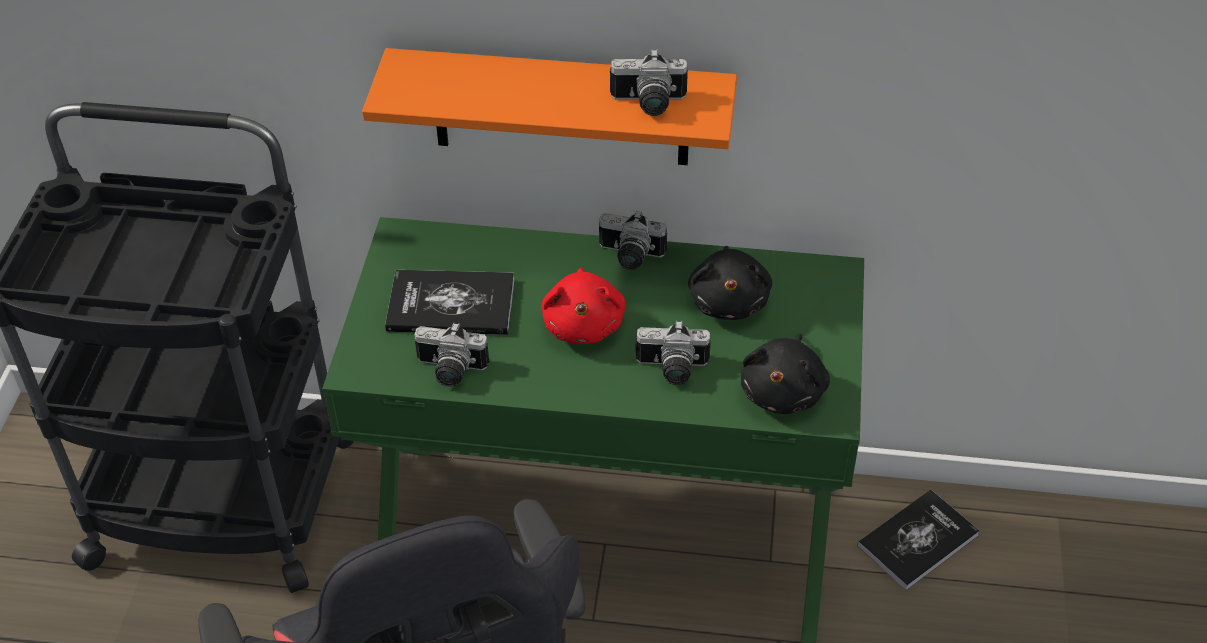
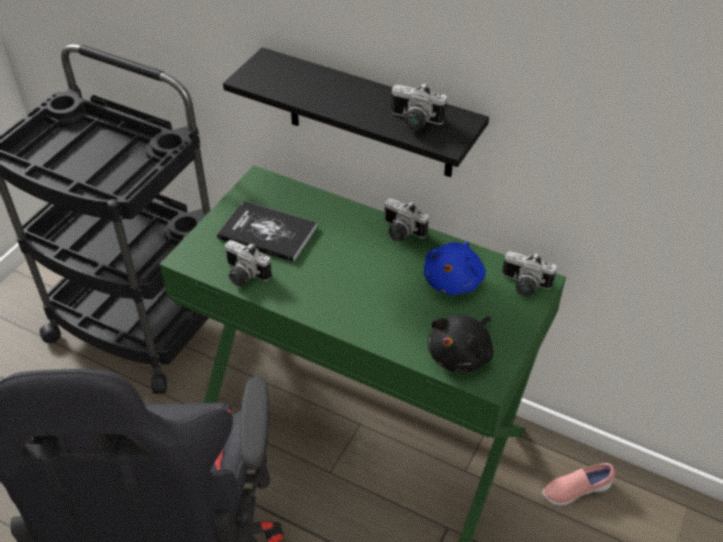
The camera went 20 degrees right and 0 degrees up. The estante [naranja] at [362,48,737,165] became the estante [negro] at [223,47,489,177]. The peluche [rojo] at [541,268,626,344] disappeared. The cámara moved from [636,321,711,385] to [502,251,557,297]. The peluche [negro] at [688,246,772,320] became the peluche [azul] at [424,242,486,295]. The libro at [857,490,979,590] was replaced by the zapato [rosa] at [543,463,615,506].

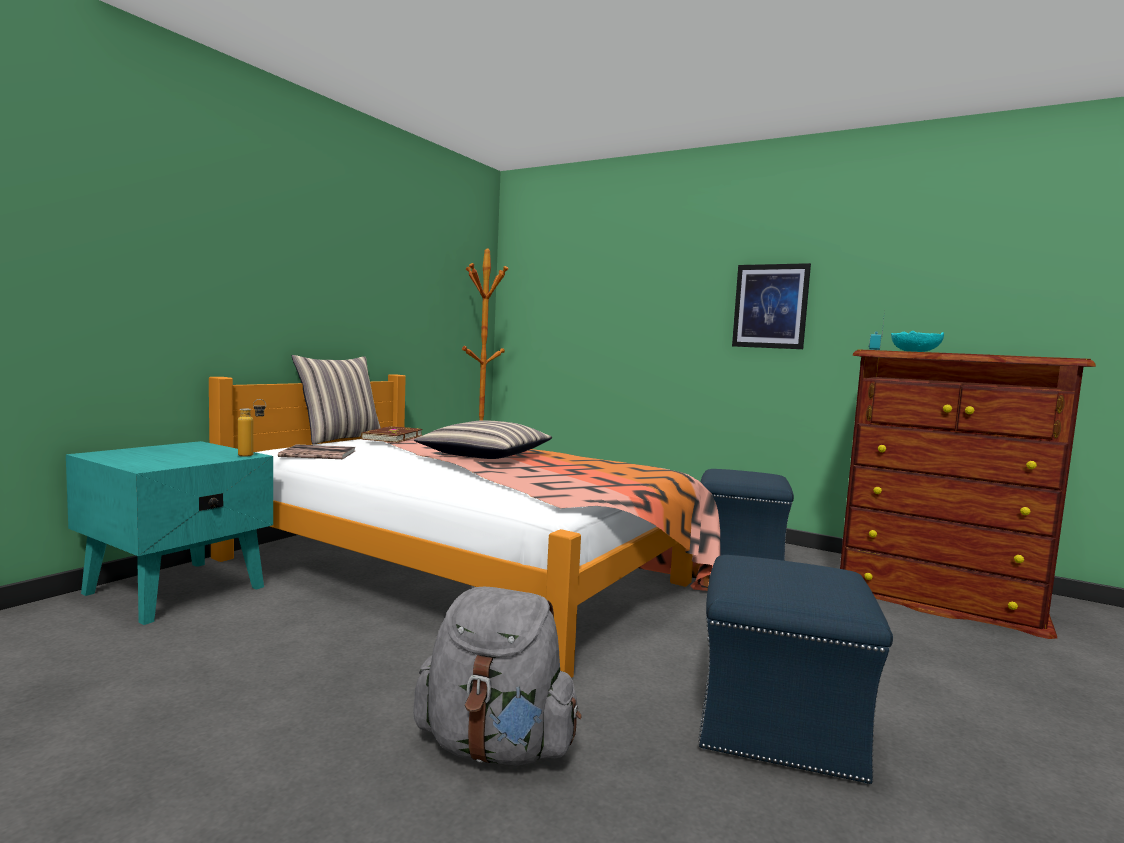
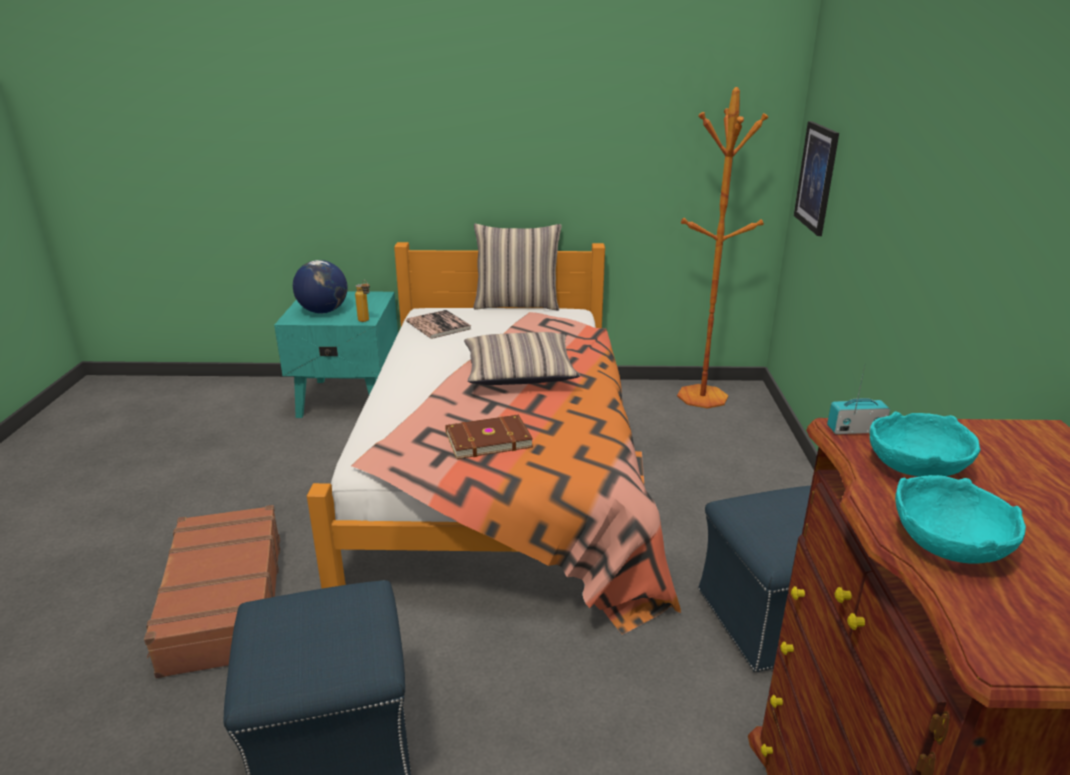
The camera went 60 degrees right and 20 degrees up. The libro [marrón] moved from [361,426,423,443] to [445,415,533,459]. The mochila [gris] at [413,587,581,766] was replaced by the maleta [marrón] at [144,505,280,678]. The cuadro moved from [732,263,811,349] to [794,121,839,236]. The globo terráqueo at [293,260,348,313] appeared. The cuenco [turquesa] at [895,475,1026,564] appeared.

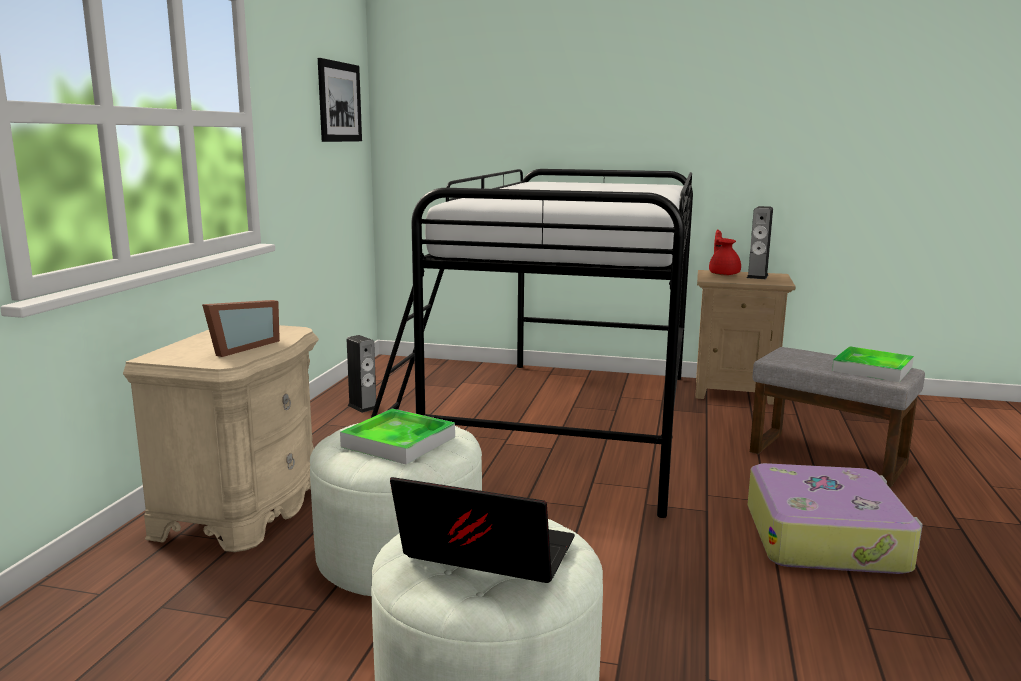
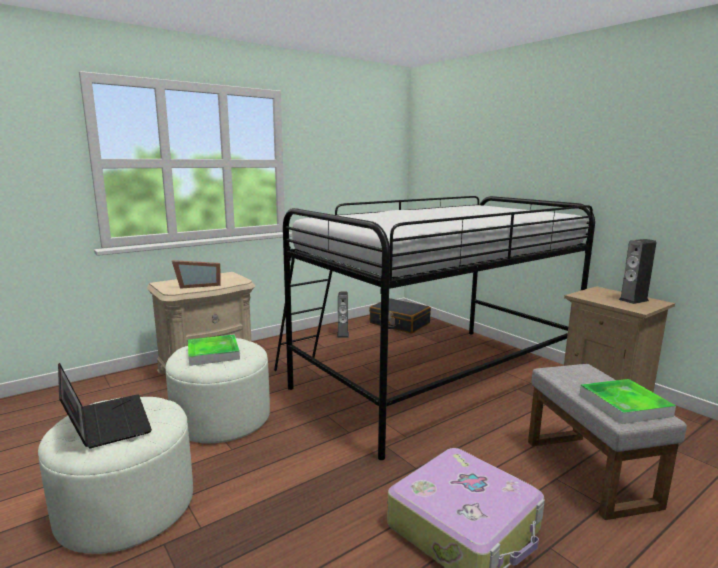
The camera went 40 degrees right and 0 degrees up. The cuadro at [318,58,362,142] disappeared. The tetera [rojo] at [709,230,741,275] disappeared. The maleta [negro] at [369,298,431,333] appeared.

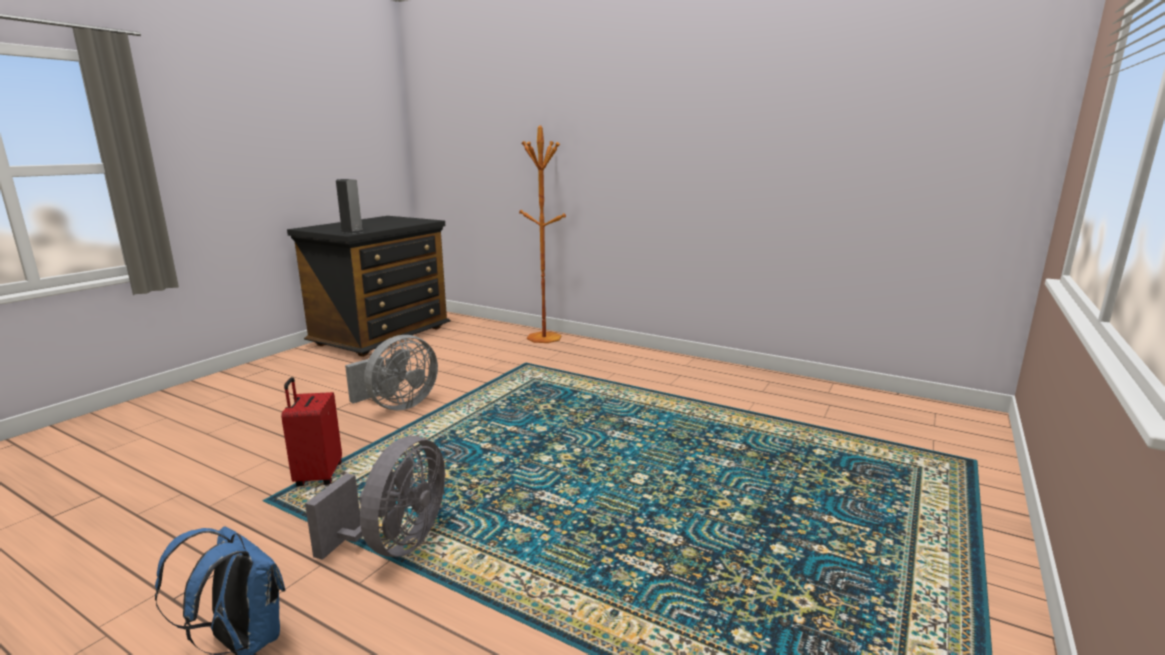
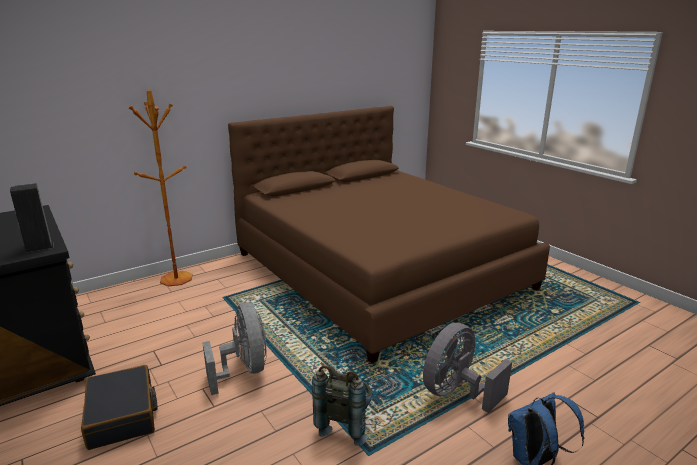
The camera went 65 degrees left and 5 degrees up. The maleta [rojo] at [281,377,342,486] was replaced by the mochila [gris] at [312,365,372,446]. The ventilador [gris] at [305,436,445,560] turned 90 degrees counterclockwise. The maleta [negro] at [81,365,157,450] appeared. The cama [marrón] at [228,106,550,364] appeared.

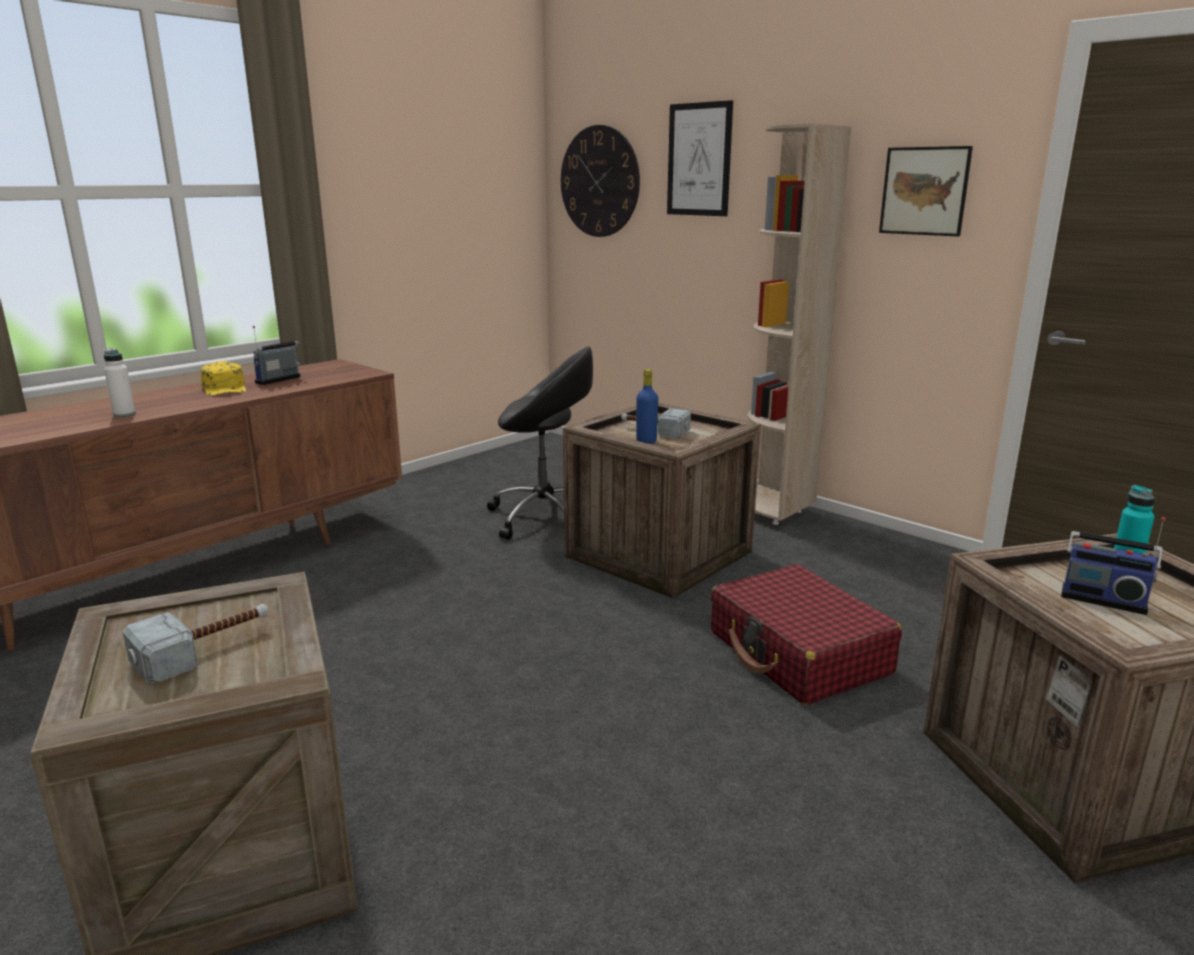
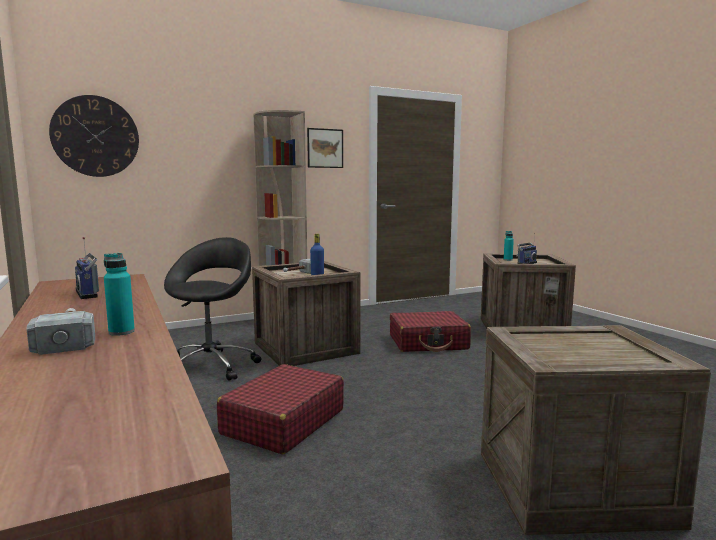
The camera went 70 degrees left and 10 degrees down. The botella [blanco] at [104,348,136,417] became the botella [turquesa] at [104,253,135,336]. The martillo moved from [123,604,269,683] to [27,308,95,355]. The gorra [amarillo] at [201,361,246,396] disappeared. The cuadro at [667,100,733,216] disappeared. The maleta [rojo] at [217,364,344,454] appeared.

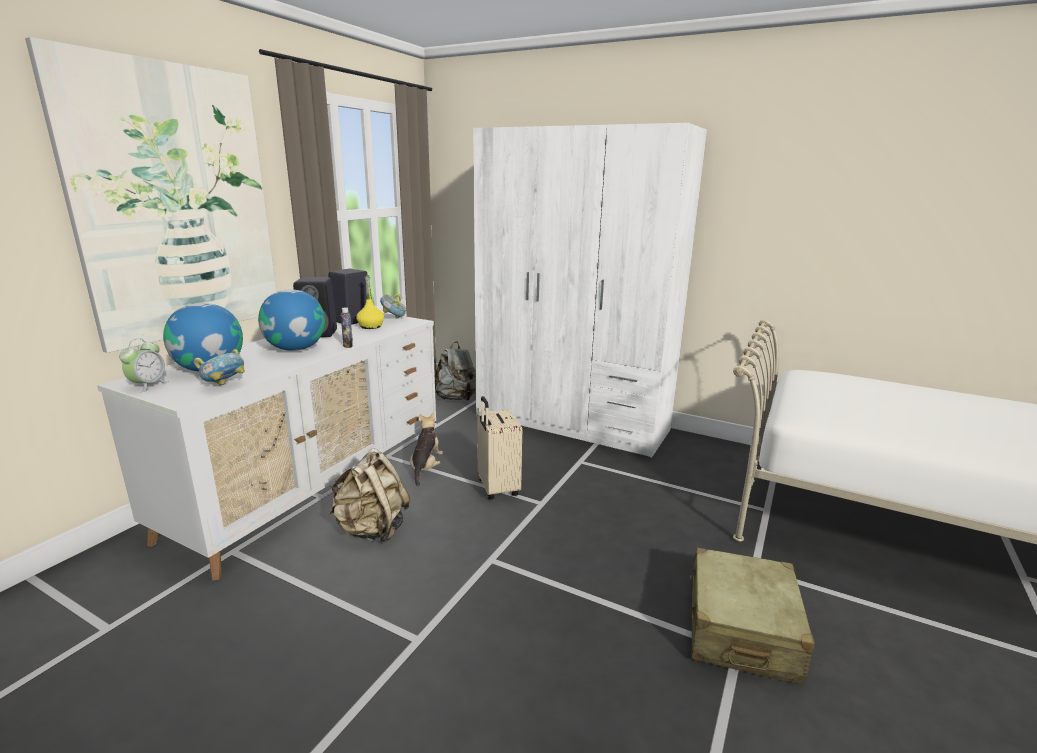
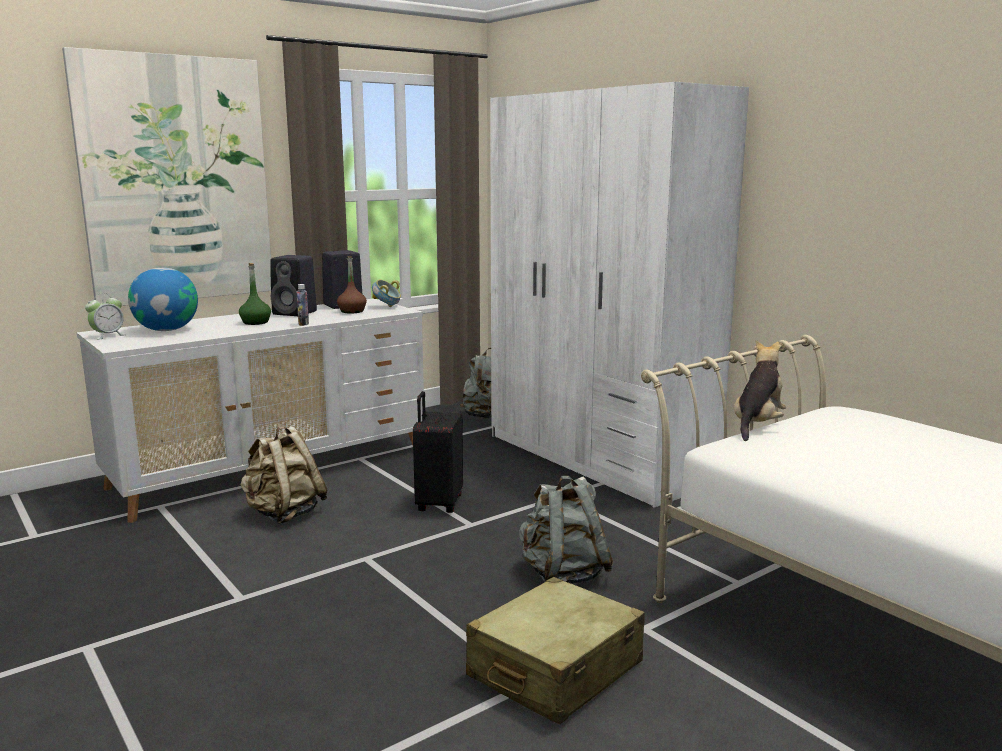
The camera went 25 degrees right and 5 degrees down. The cuenco at [194,349,245,385] disappeared. The globo terráqueo at [258,289,325,351] was replaced by the botella [verde] at [239,263,271,325]. The botella [amarillo] at [356,275,384,329] became the botella [marrón] at [337,256,367,314]. The peluche moved from [410,413,443,487] to [734,340,787,441]. The maleta [beis] at [477,396,522,499] became the maleta [negro] at [413,391,463,513]. The mochila [gris] at [519,476,614,584] appeared.

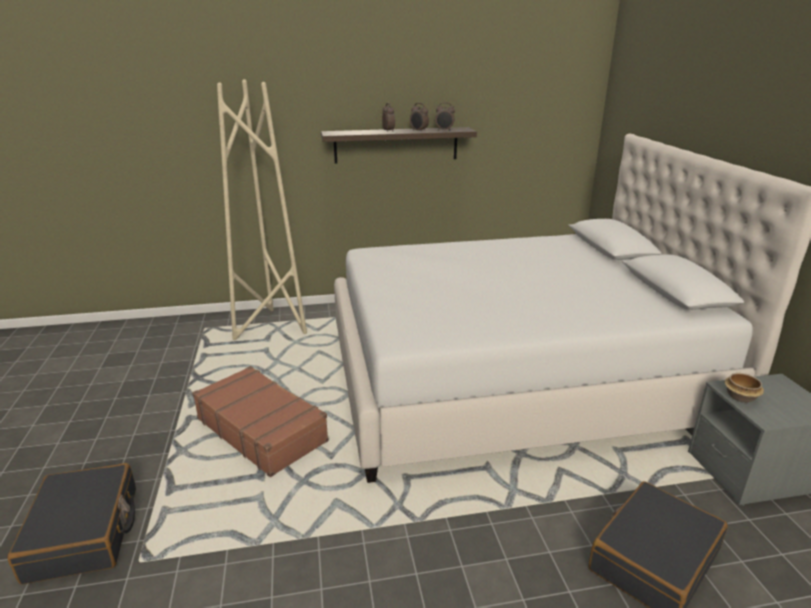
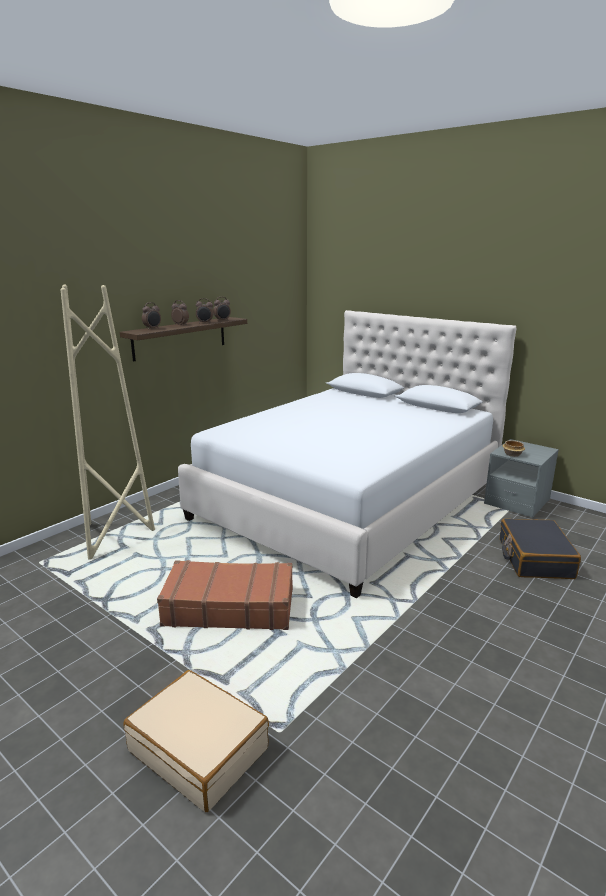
The camera went 40 degrees left and 5 degrees down. The maleta [negro] at [7,463,136,584] became the maleta [beis] at [124,670,269,812]. The despertador at [142,302,161,329] appeared.

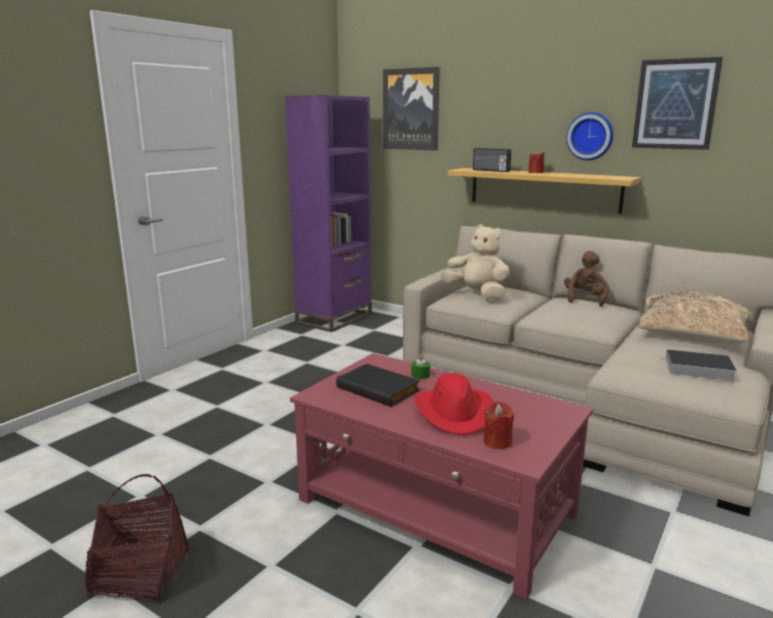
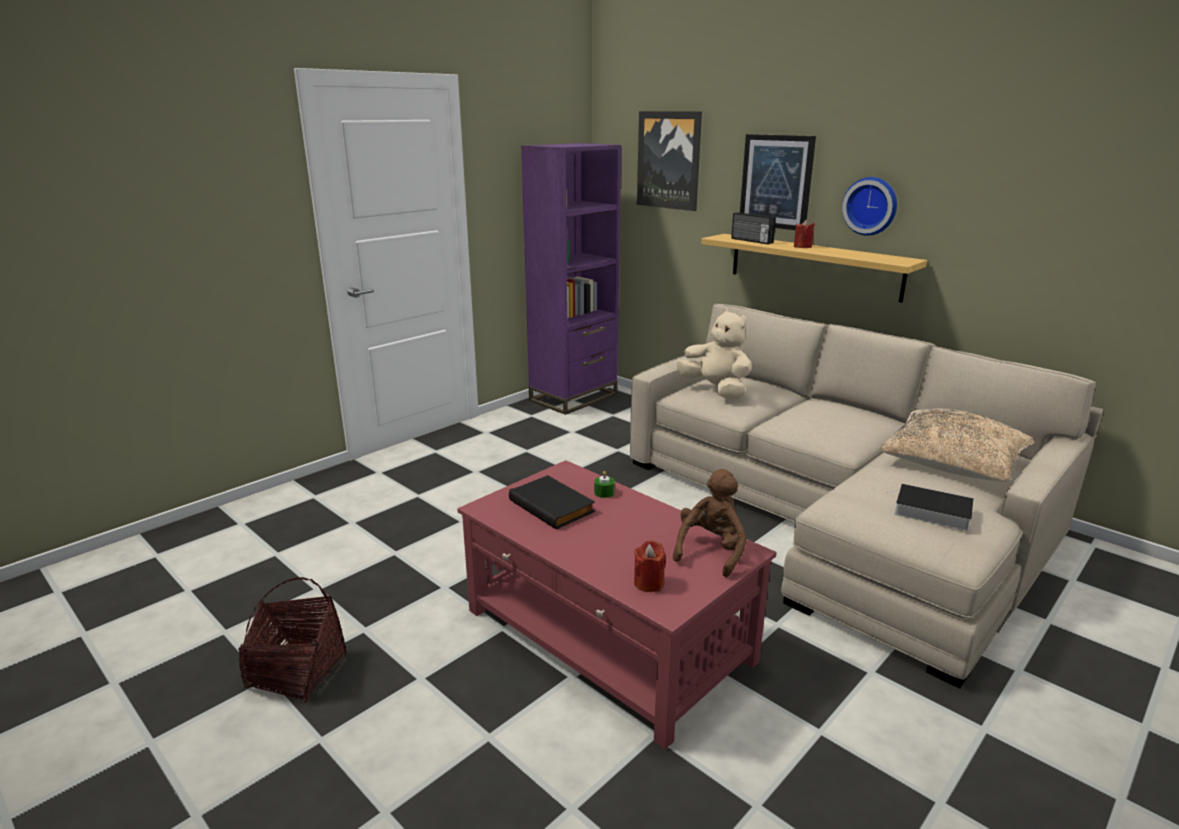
The camera went 10 degrees right and 5 degrees up. The sombrero [rojo] at [414,373,494,435] disappeared. The peluche [marrón] moved from [564,251,609,307] to [673,469,747,577]. The cuadro moved from [632,57,723,150] to [740,134,816,230].

